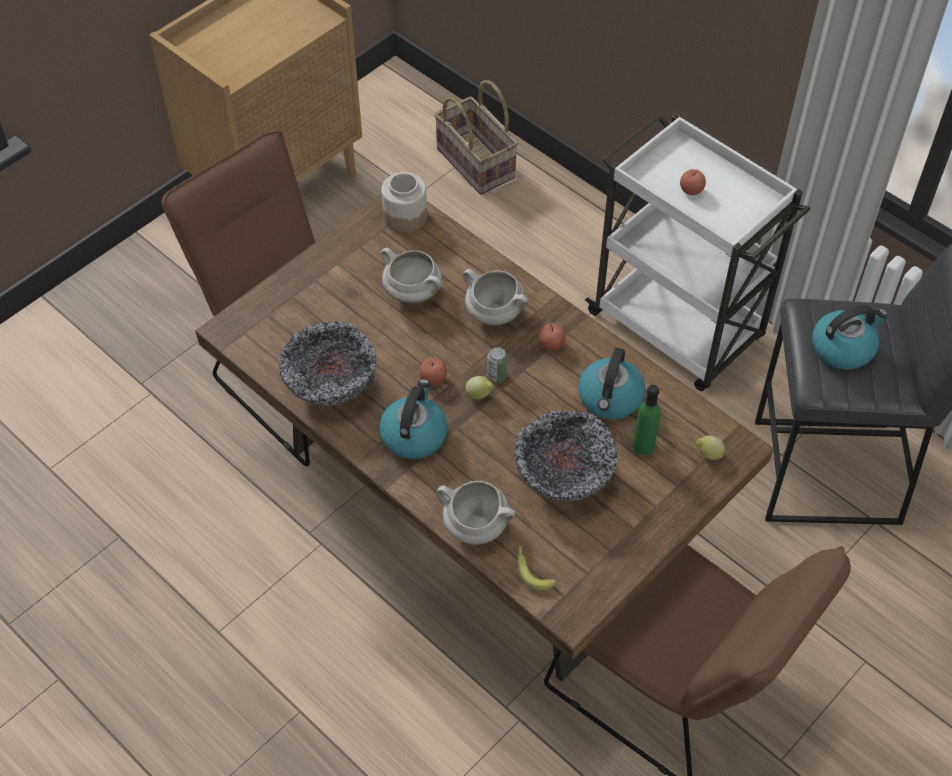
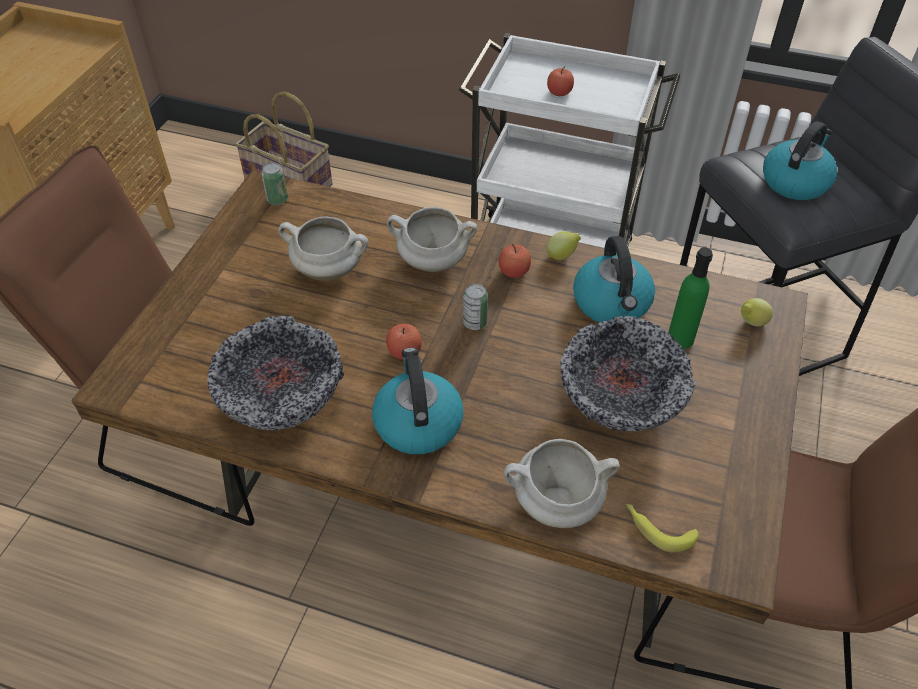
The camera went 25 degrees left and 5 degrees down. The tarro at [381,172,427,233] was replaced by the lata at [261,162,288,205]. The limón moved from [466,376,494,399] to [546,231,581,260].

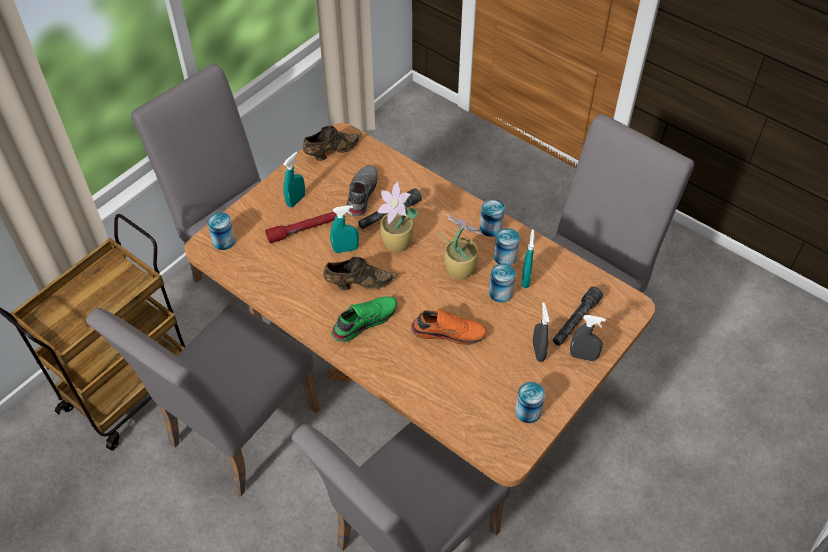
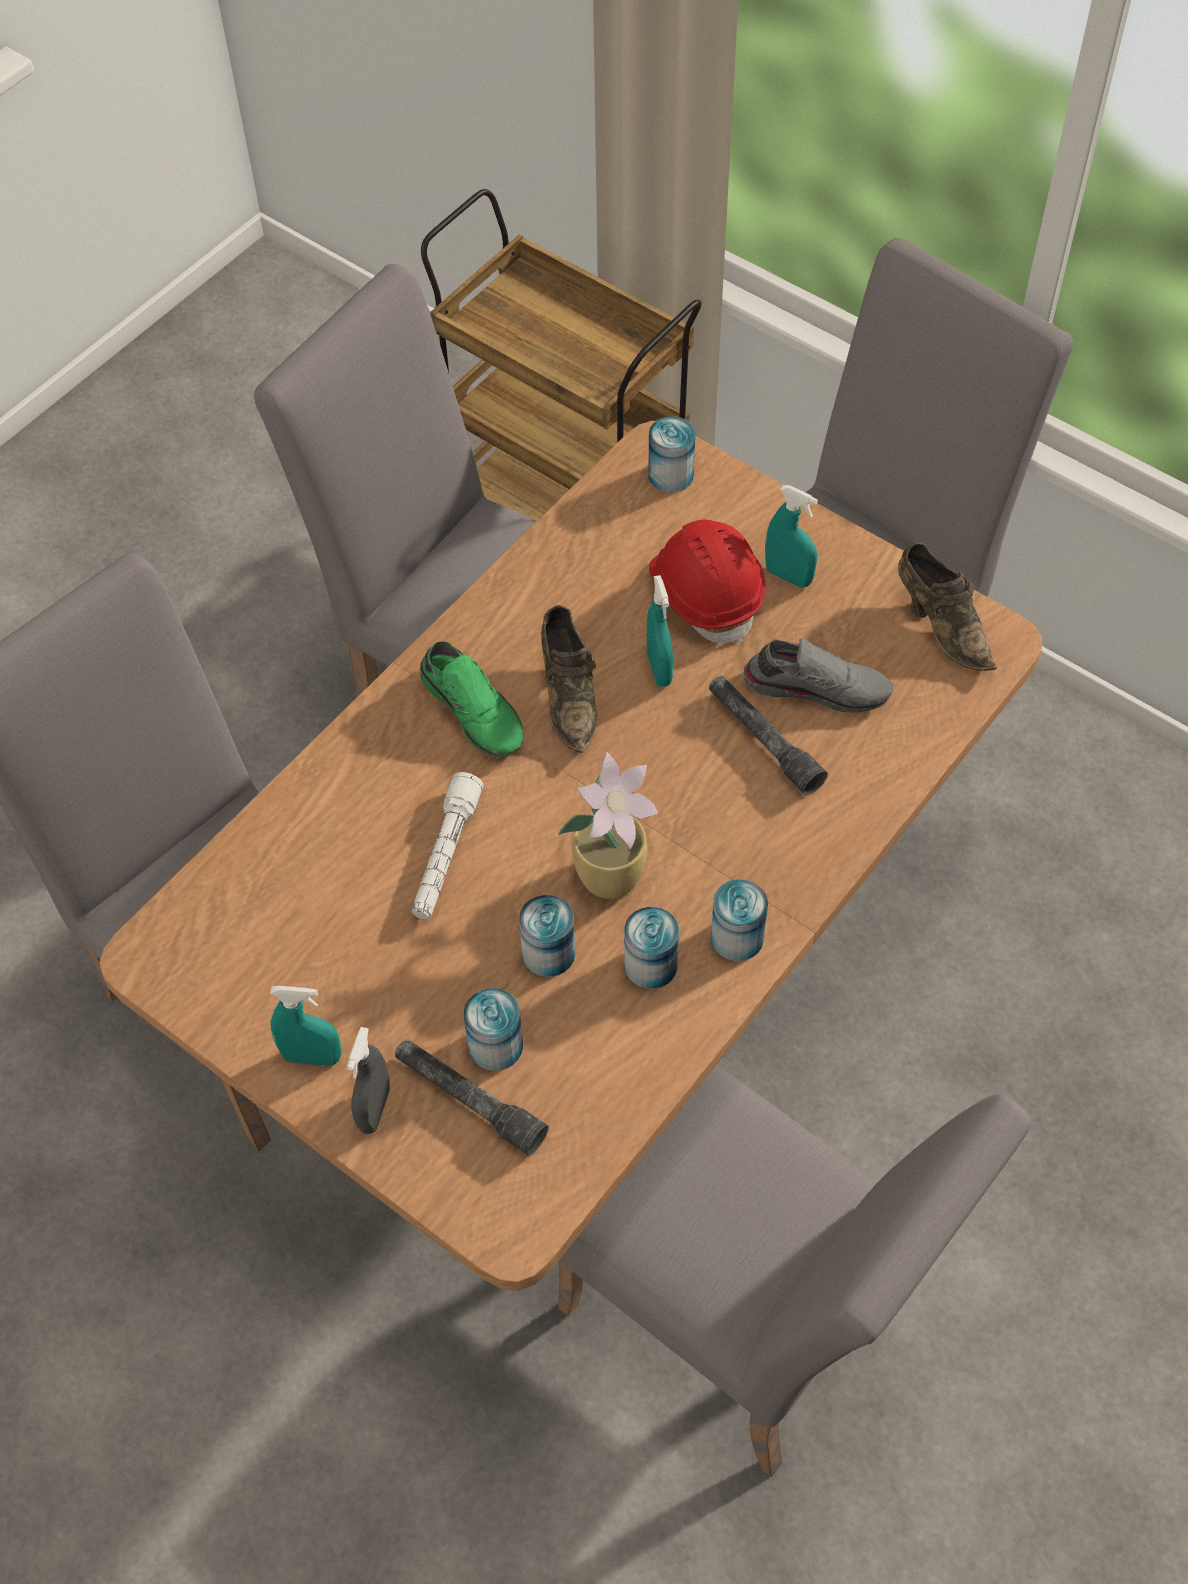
The camera went 90 degrees right and 5 degrees up. The linterna [rojo] at [265,212,336,243] was replaced by the casco [rojo] at [649,520,766,643]. The planta en maceta at [377,181,418,252] disappeared. The zapato [naranja] at [411,309,487,345] was replaced by the linterna [blanco] at [411,772,483,919]. The lata moved from [515,382,545,423] to [464,988,523,1071]. The pulverizador [turquesa] moved from [521,229,535,288] to [270,986,341,1066]. The pulverizador [gris] at [533,303,550,362] disappeared.

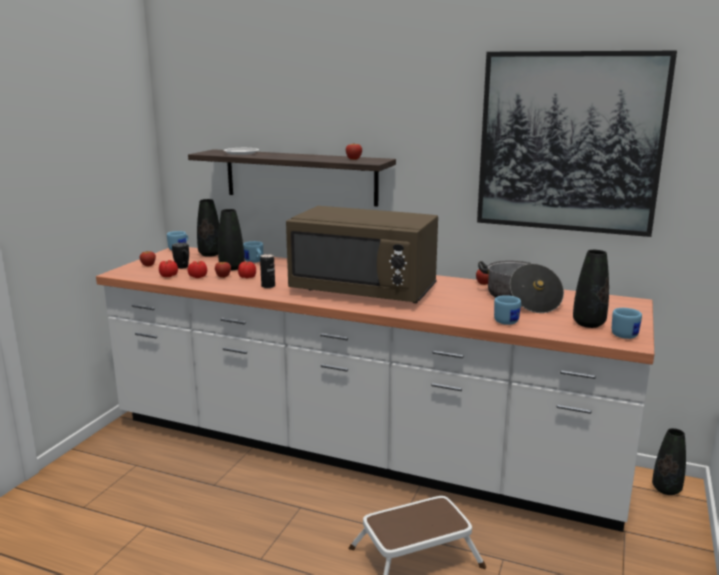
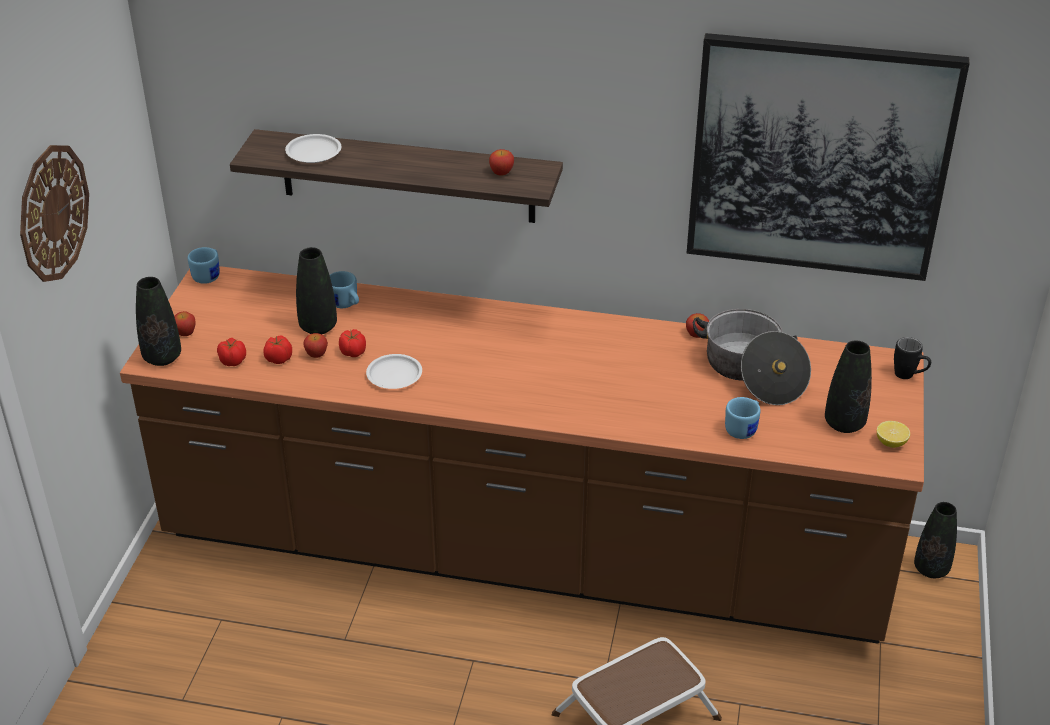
The camera went 10 degrees left and 20 degrees up. The mueble bajo de cocina [blanco] at [96,247,654,532] became the mueble bajo de cocina [marrón] at [120,266,924,644]. The taza grande [negro] moved from [172,243,189,269] to [894,337,931,379]. The florero [negro] moved from [197,199,219,257] to [136,277,181,366]. The lata at [260,254,275,288] was replaced by the plato [blanco] at [366,354,422,389]. The microondas [marrón] at [286,206,438,303] disappeared. The taza grande [azul] at [612,308,642,339] was replaced by the limón at [877,421,910,448]. The reloj de pared at [20,145,89,282] appeared.

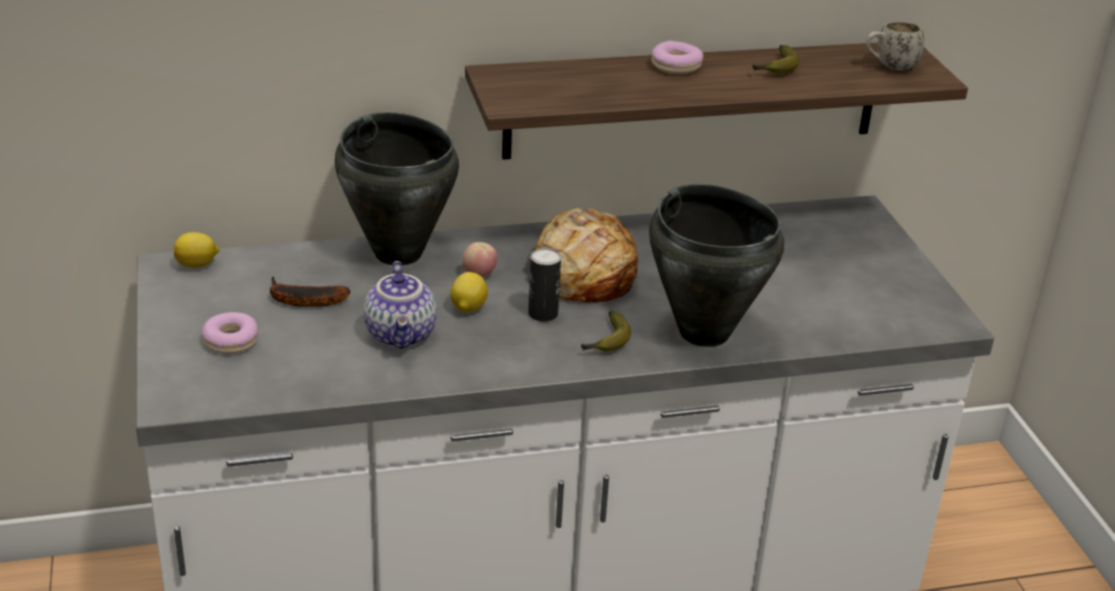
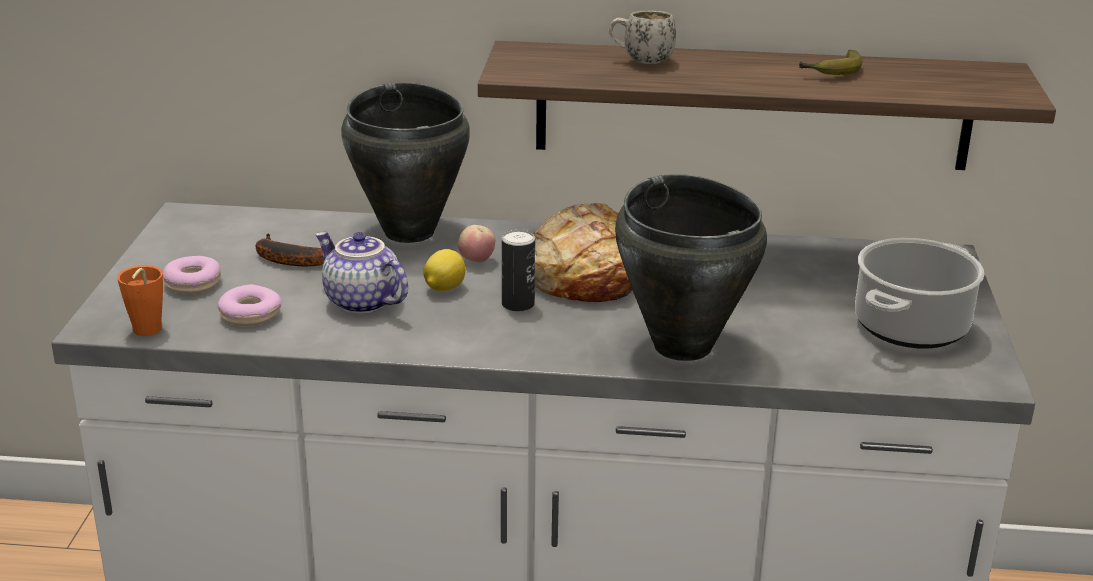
The camera went 20 degrees right and 5 degrees down. The limón at [174,232,219,268] disappeared. The tetera at [364,261,437,349] turned 120 degrees clockwise. The plátano at [581,310,631,351] disappeared. The rosquilla moved from [651,41,703,74] to [218,284,281,326]. The taza grande [blanco] moved from [865,21,924,70] to [609,11,676,64]. The taza [naranja] at [117,265,163,336] appeared. The olla at [855,238,984,349] appeared.

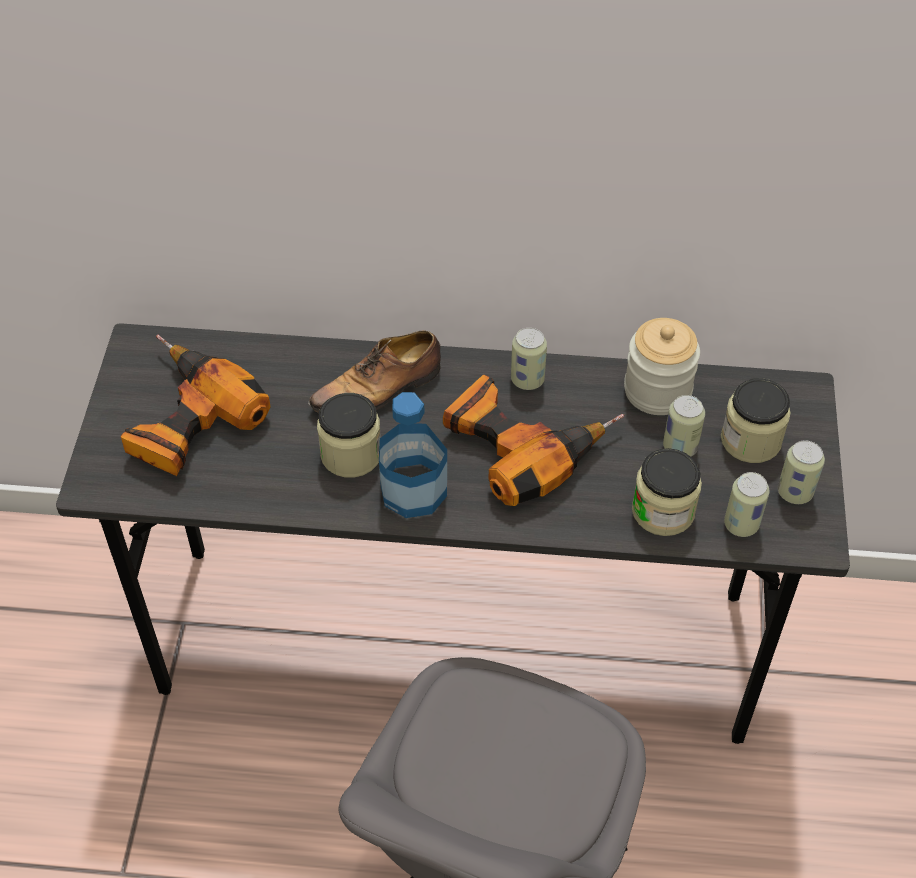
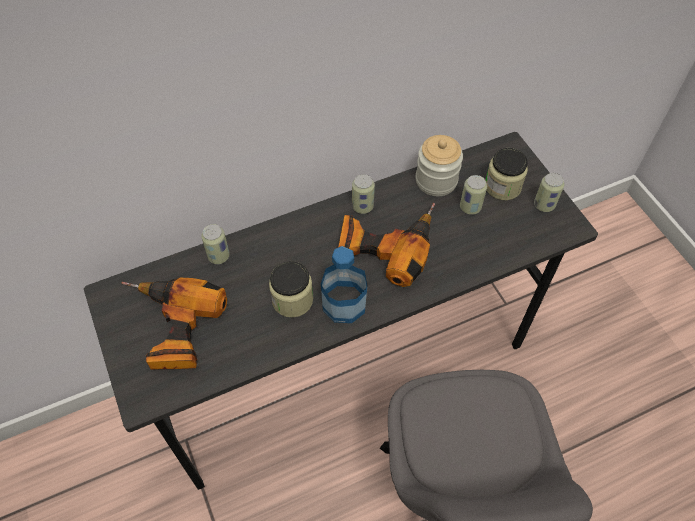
The camera went 30 degrees left and 5 degrees up. The zapato at [308,330,441,413] disappeared. The tarro at [632,448,702,536] disappeared. The lata moved from [724,472,770,537] to [201,224,230,264].

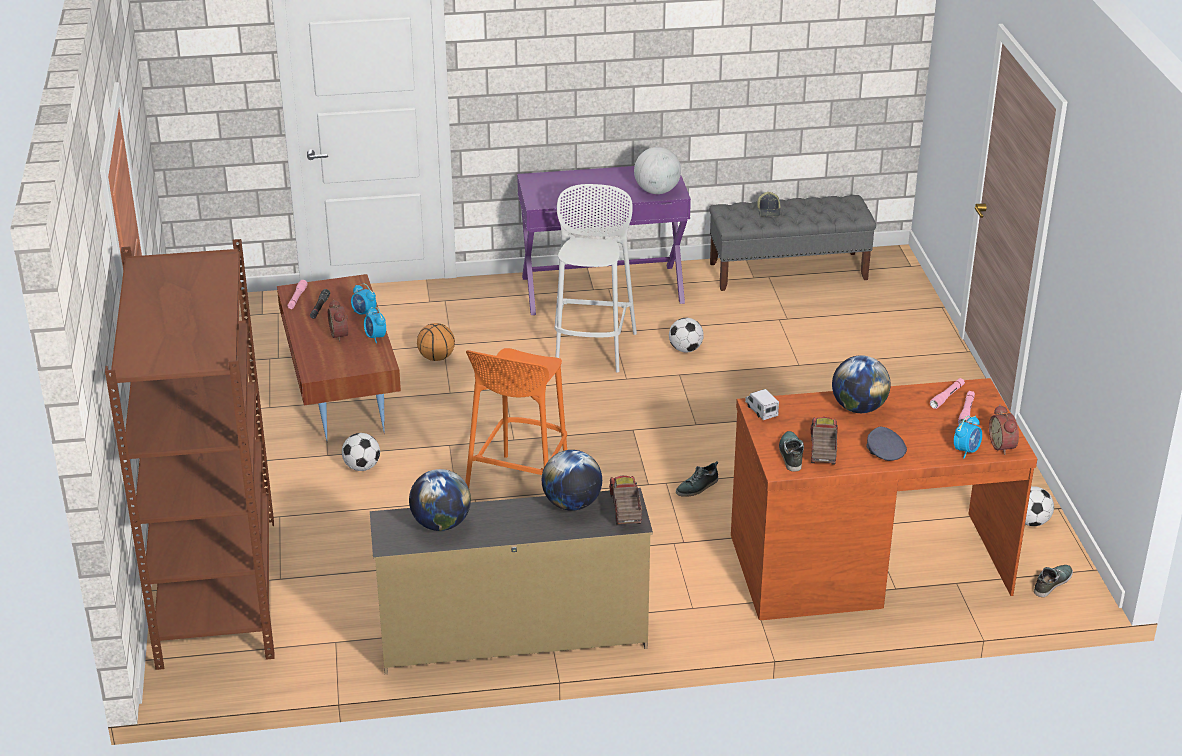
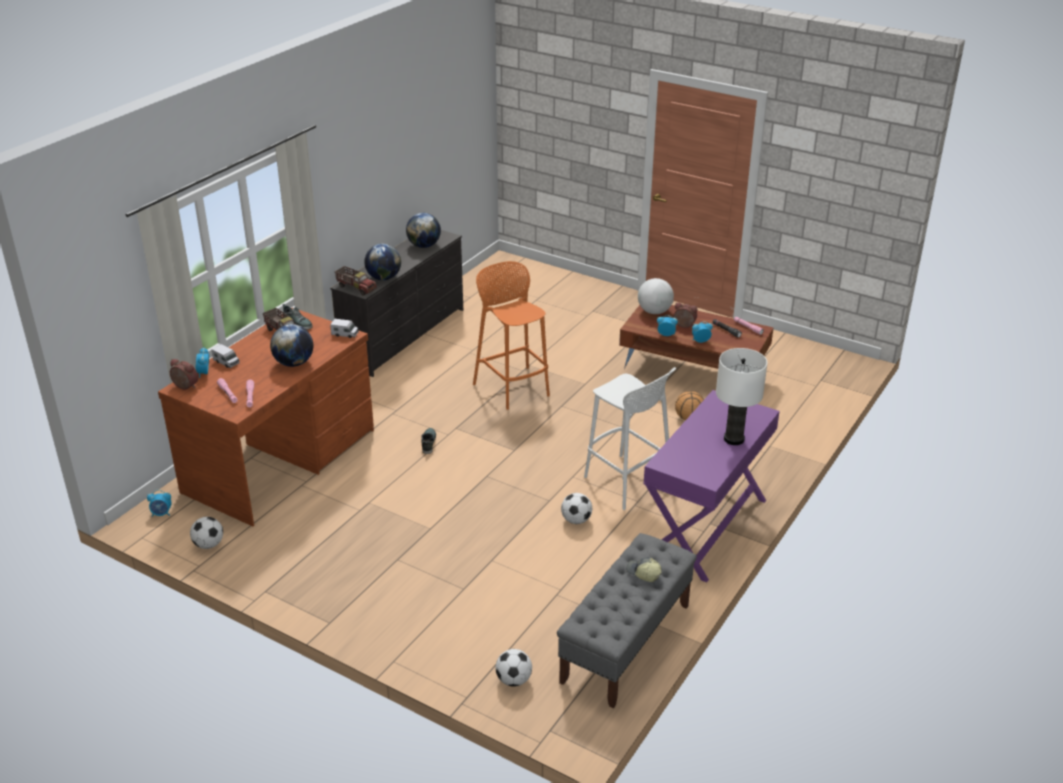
The camera went 130 degrees right and 0 degrees up. The estantería [marrón] at [105,239,275,670] disappeared. The balón de fútbol moved from [342,433,380,471] to [496,649,532,687]. The globo terráqueo moved from [634,147,681,194] to [638,278,674,314]. The gorra [gris] at [866,427,907,461] disappeared. The zapato at [1034,565,1073,597] was replaced by the despertador at [147,490,172,517]. The camión de juguete at [212,344,240,368] appeared. The lámpara de mesa [blanco] at [716,348,768,445] appeared.

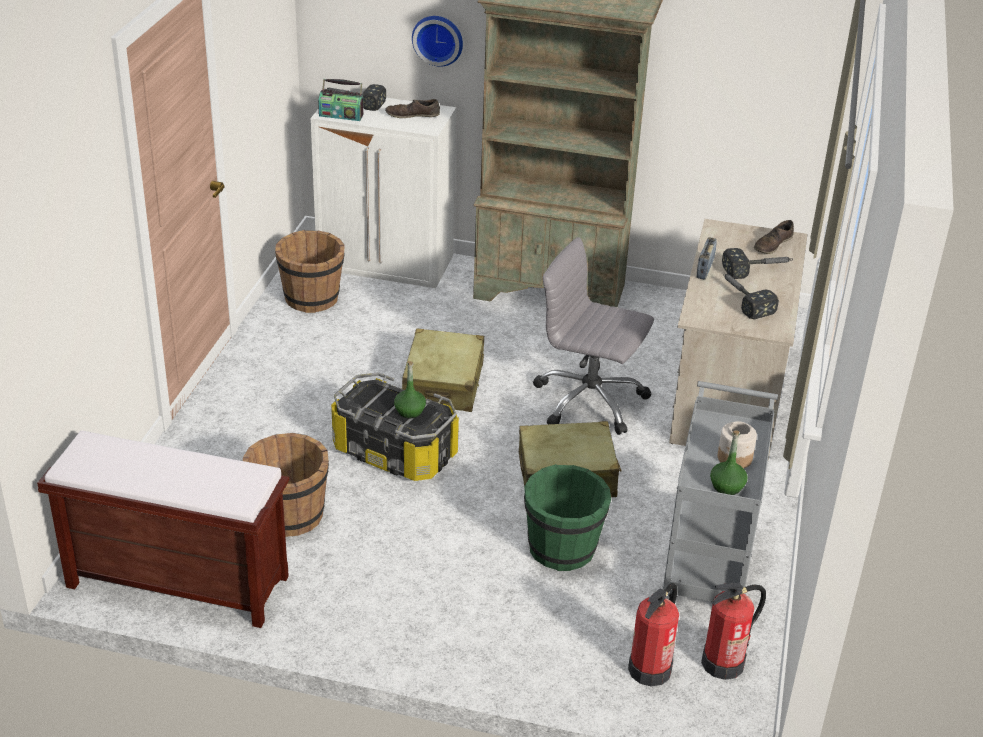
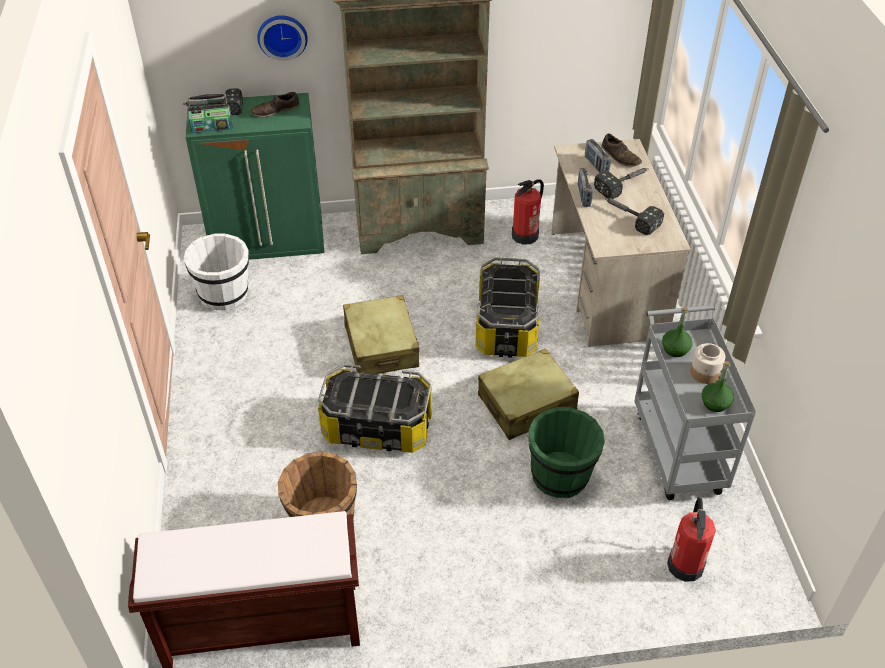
The camera went 20 degrees left and 10 degrees up. The cubo [marrón] at [275,230,345,313] became the cubo [blanco] at [184,233,249,310]. The armario [blanco] at [311,98,456,288] became the armario [verde] at [186,93,324,260]. The botella [verde] moved from [394,361,426,418] to [662,307,693,357]. The silla de oficina [gris] at [533,237,654,435] was replaced by the caja de almacenaje at [476,258,540,358]. The extintor moved from [701,583,766,680] to [512,179,544,245]. The zapato [marrón] at [754,220,794,254] turned 60 degrees counterclockwise. The radio at [585,139,611,173] appeared.

